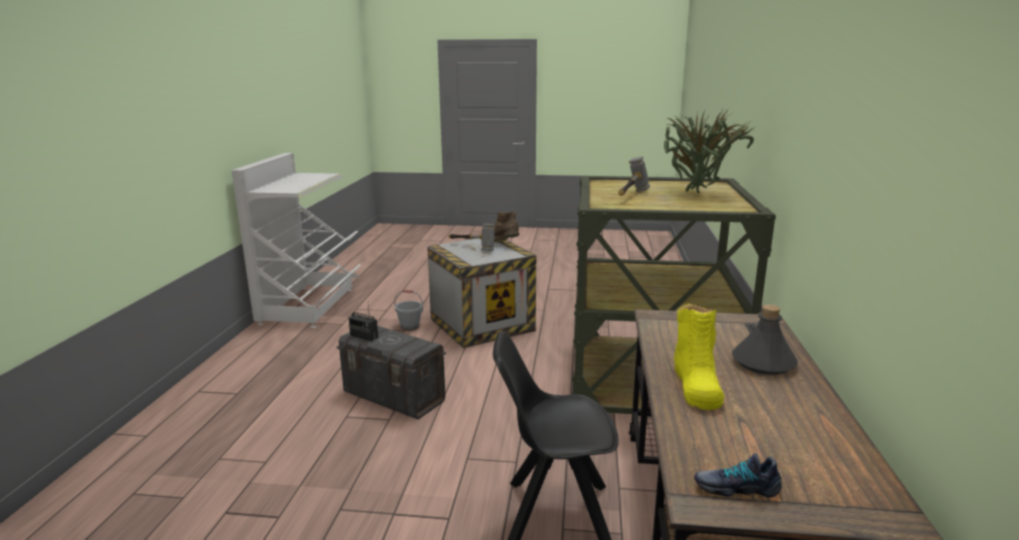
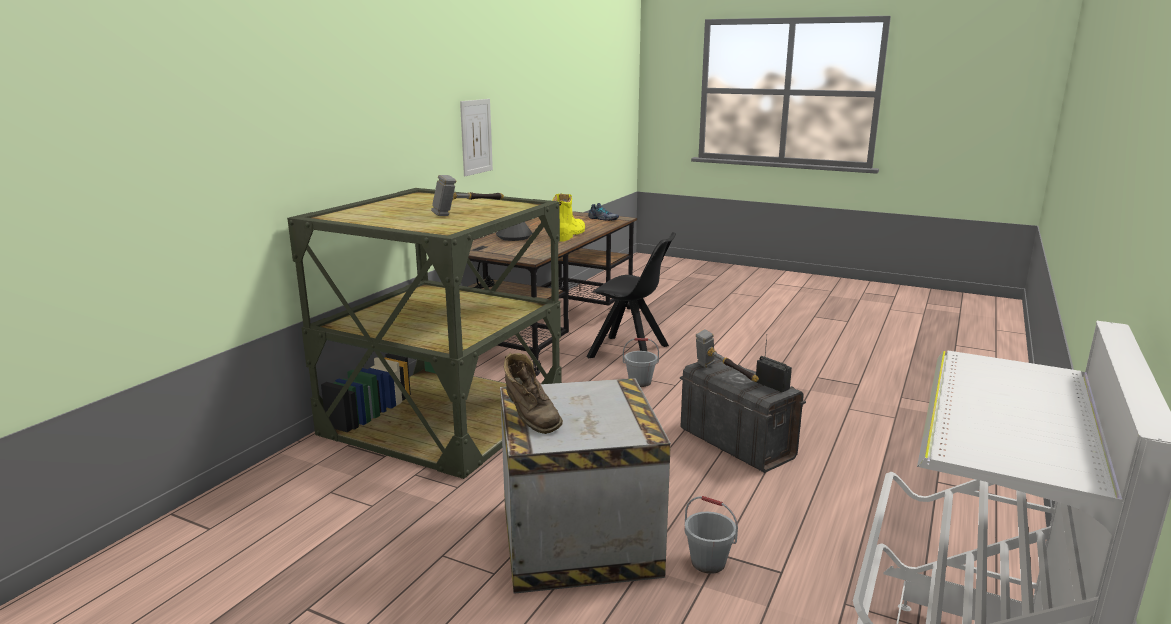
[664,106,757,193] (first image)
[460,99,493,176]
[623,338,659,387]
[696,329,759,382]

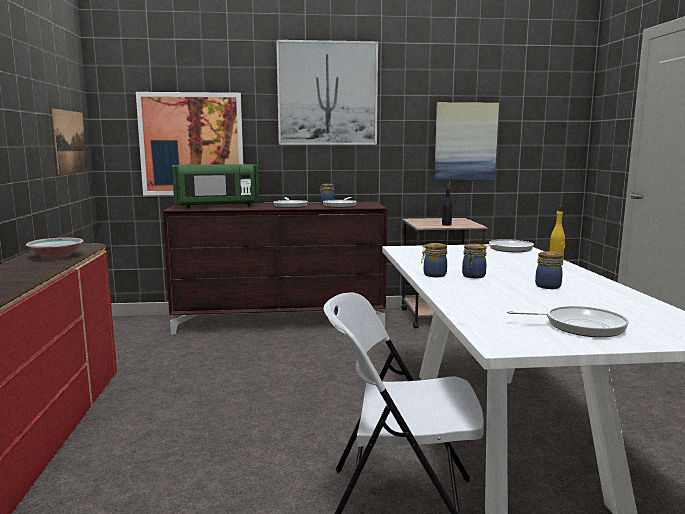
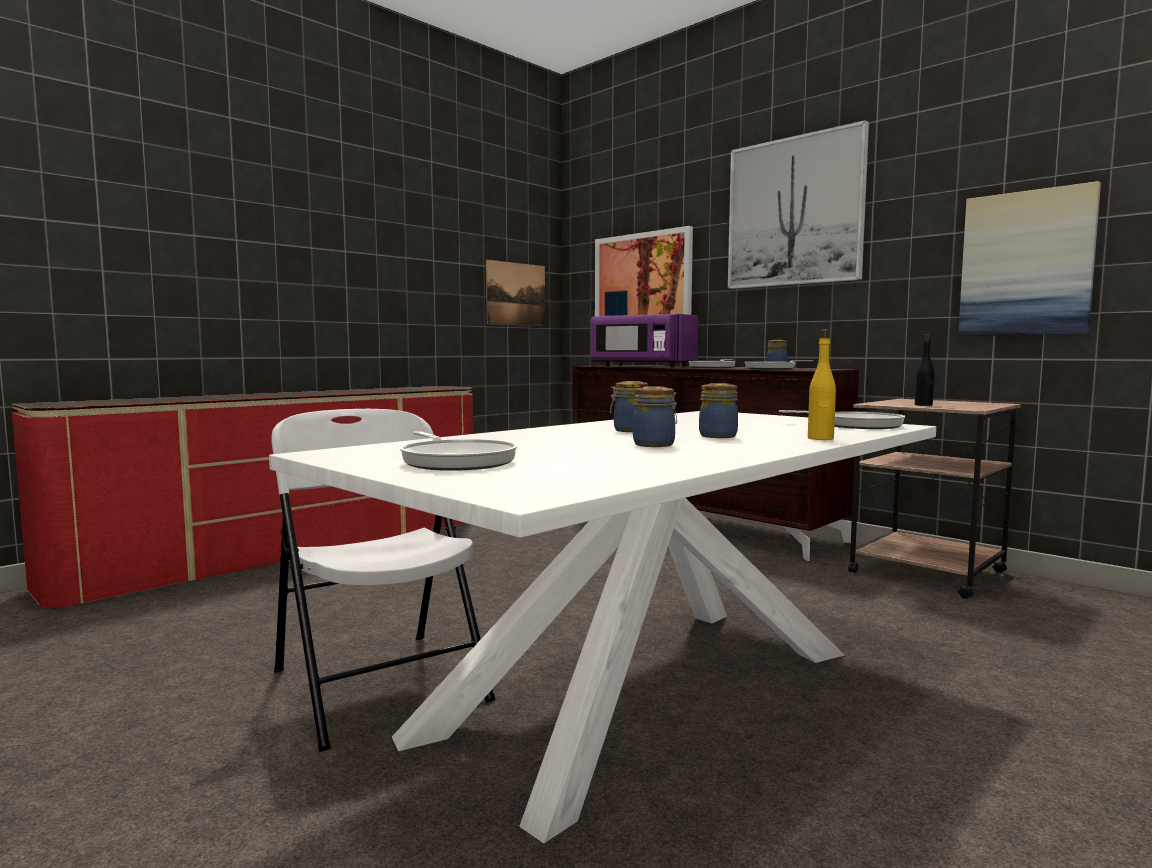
[26,238,83,259] (first image)
[699,383,738,438]
[591,314,698,367]

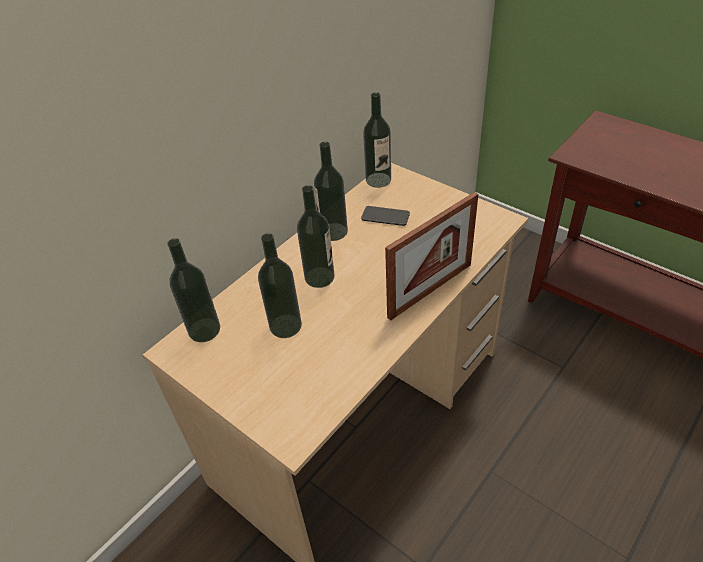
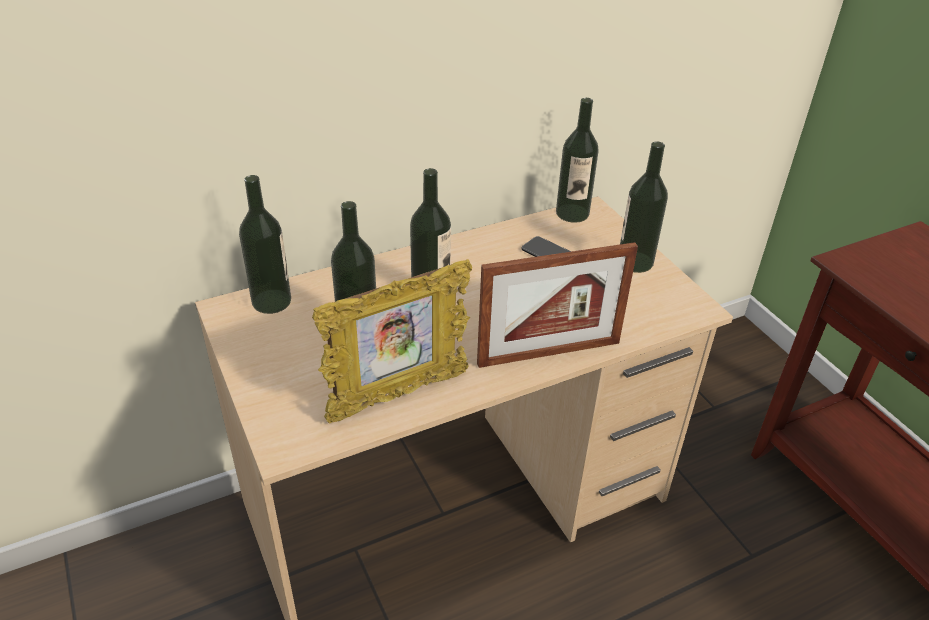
[312,259,472,424]
[620,141,668,273]

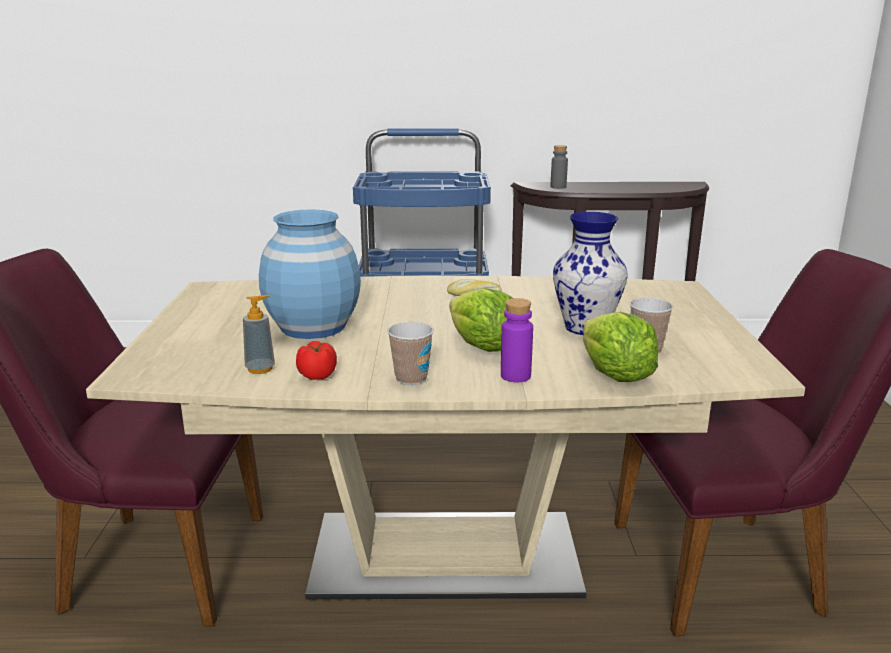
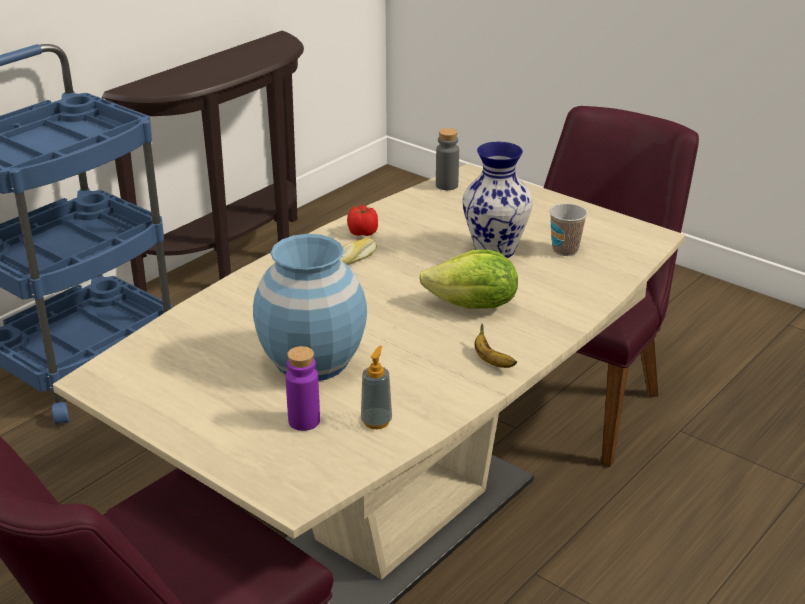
[583,312,658,382] (first image)
[347,205,378,236]
[286,346,320,431]
[436,128,459,190]
[474,324,517,368]

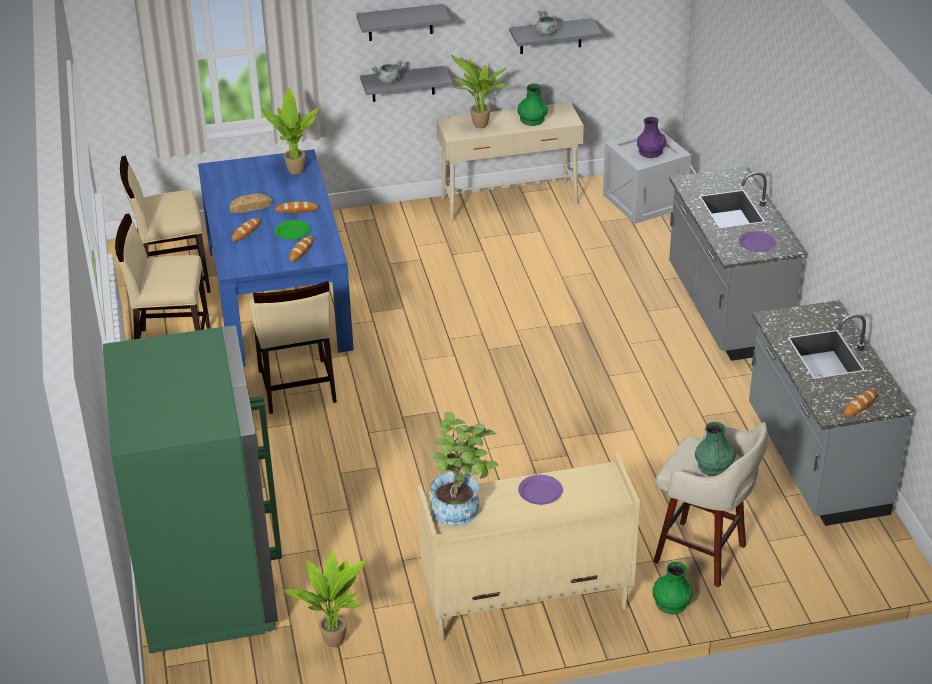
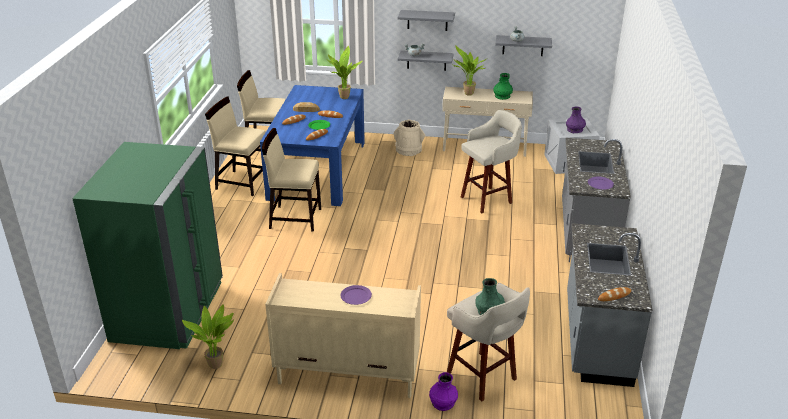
[429,412,498,526] (first image)
[394,119,426,156]
[461,110,522,214]
[429,372,458,411]
[262,128,321,232]

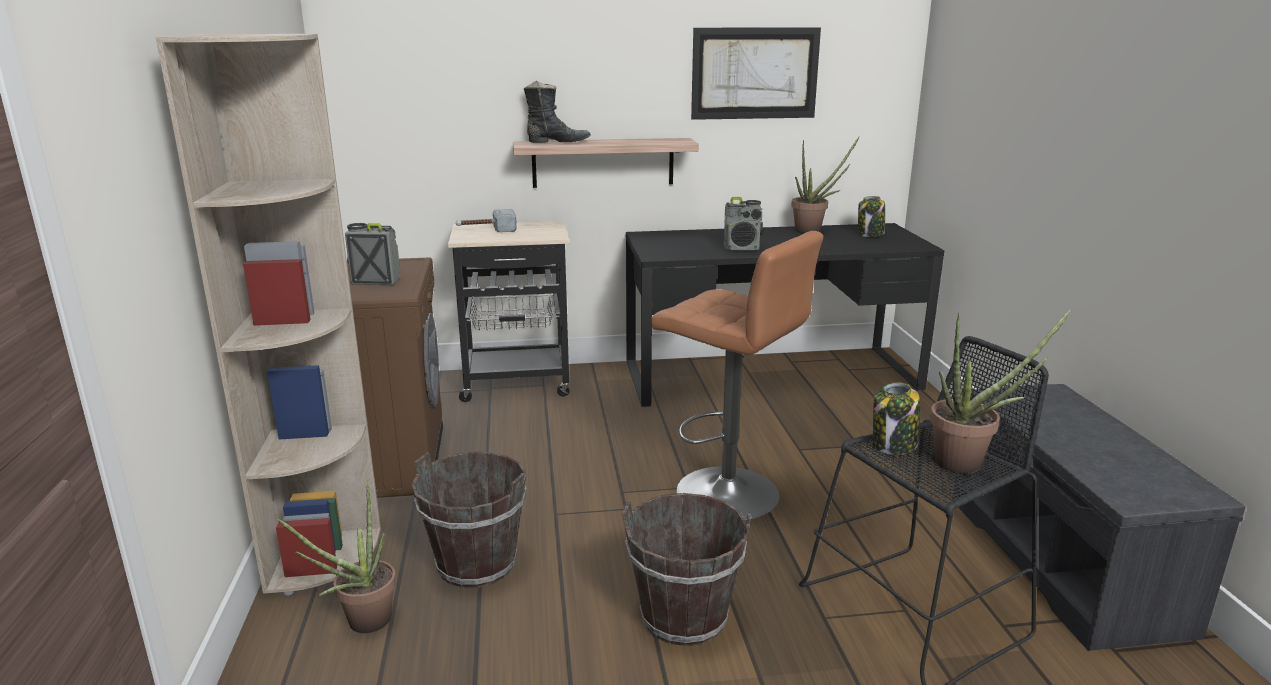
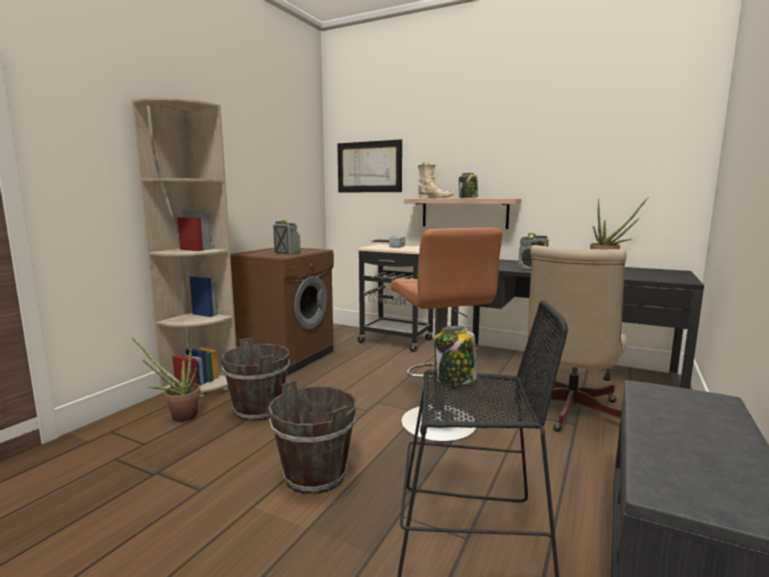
[930,310,1071,474] (first image)
[514,245,627,432]
[337,139,402,193]
[459,173,478,198]
[418,162,453,198]

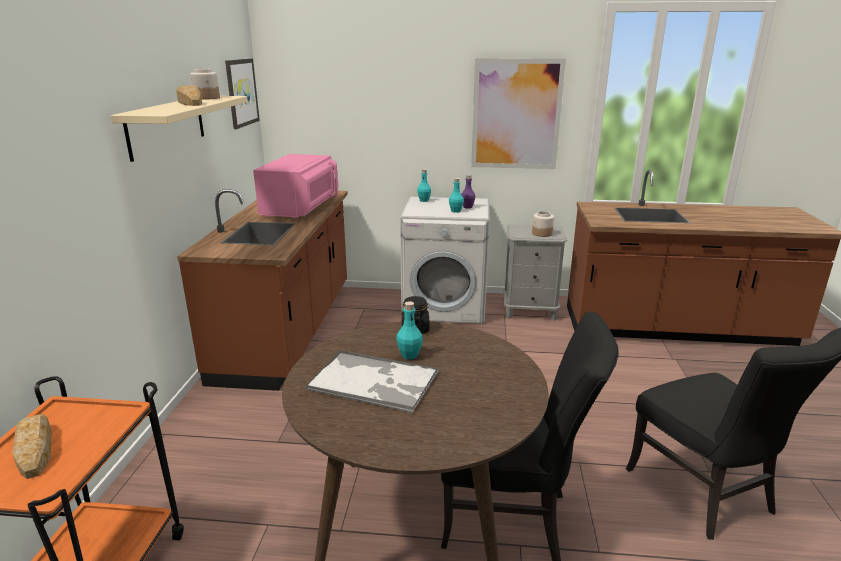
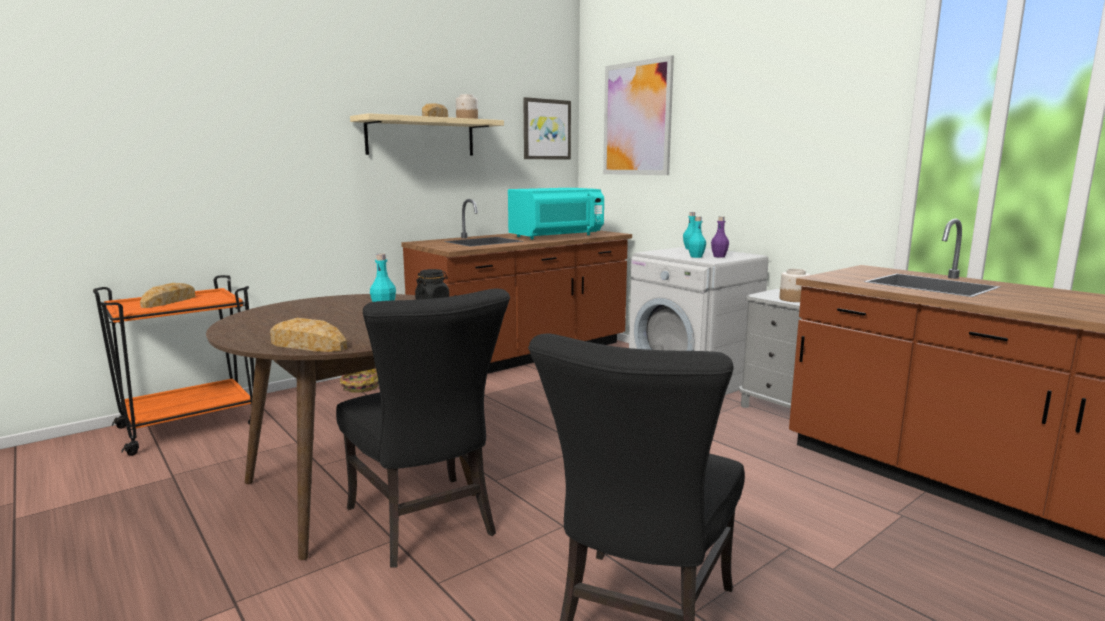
[306,350,439,413] (first image)
[270,318,347,352]
[340,368,379,392]
[603,55,674,175]
[508,188,604,240]

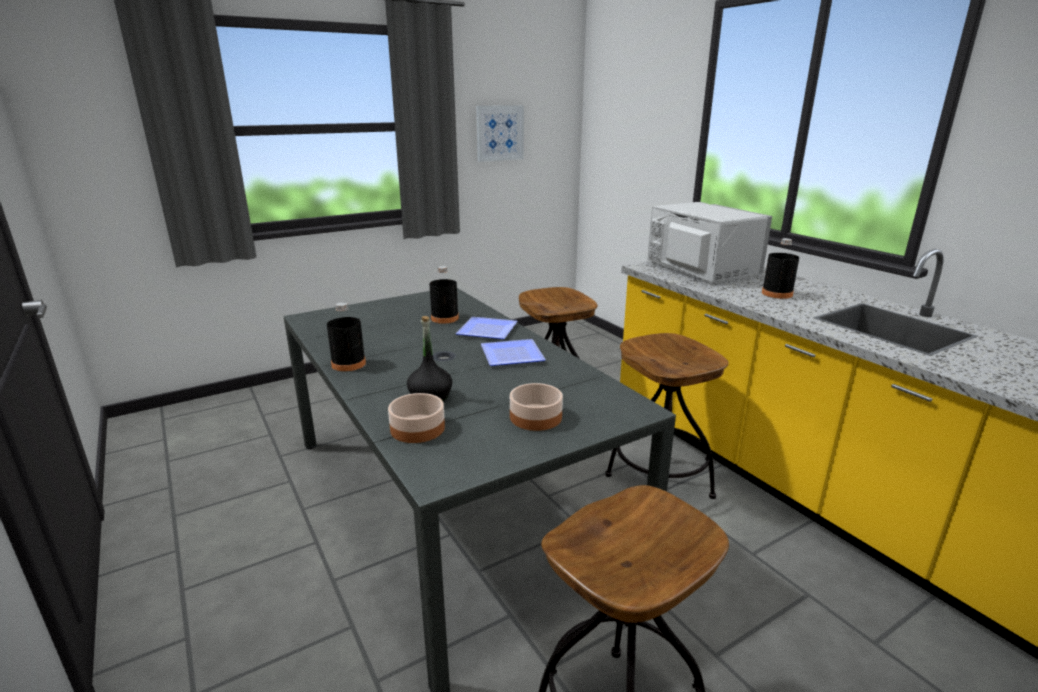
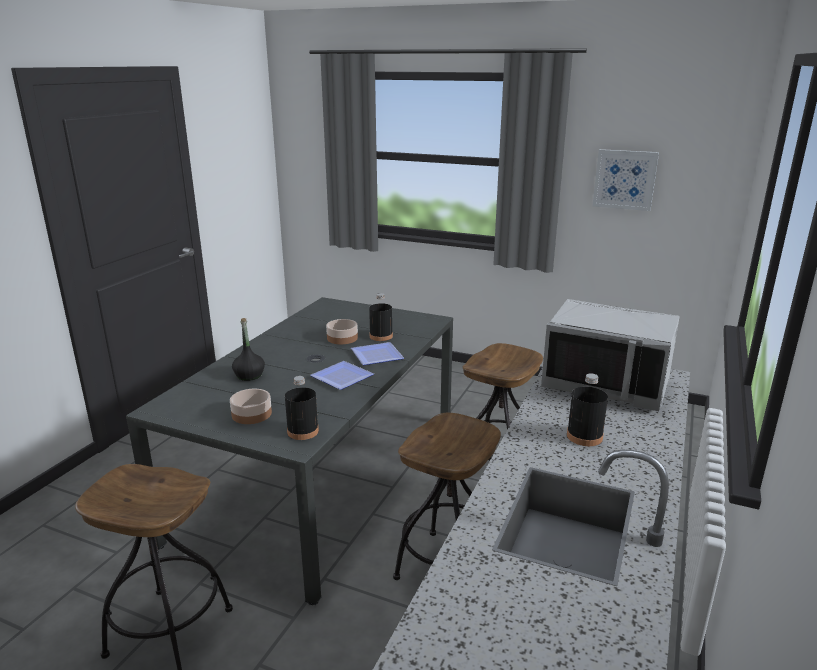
[285,376,319,440]
[326,319,358,344]
[541,299,680,411]

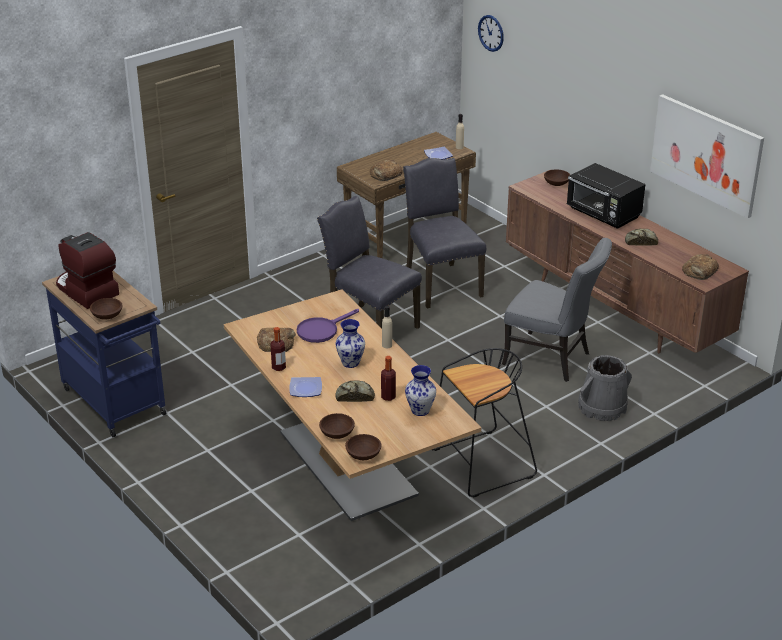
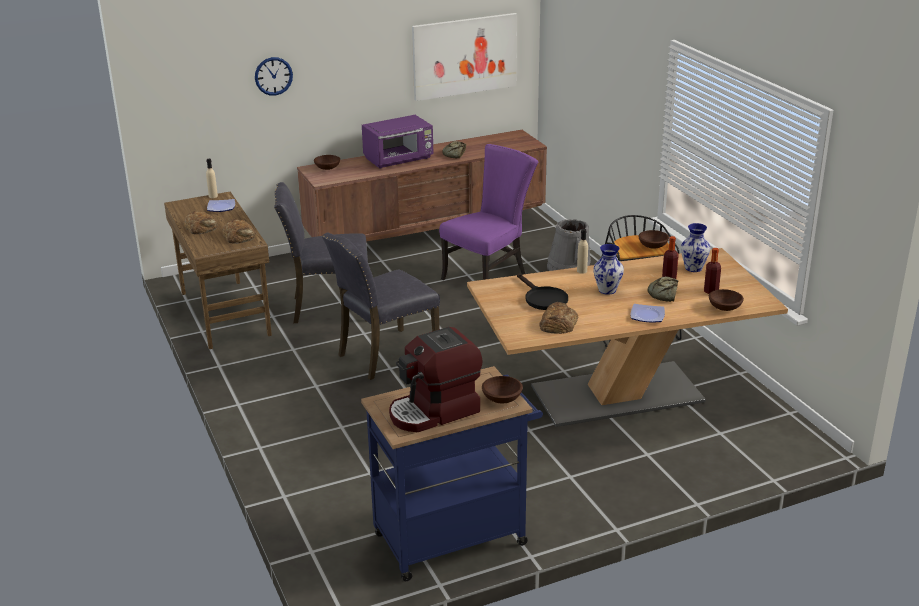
[704,248,721,294]
[638,230,669,249]
[255,57,293,96]
[183,211,218,234]
[517,273,568,310]
[439,144,538,280]
[362,115,433,169]

